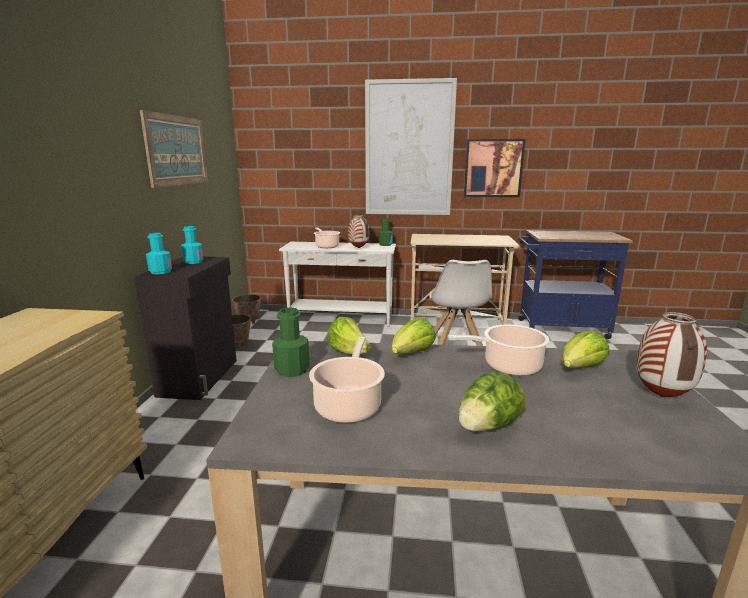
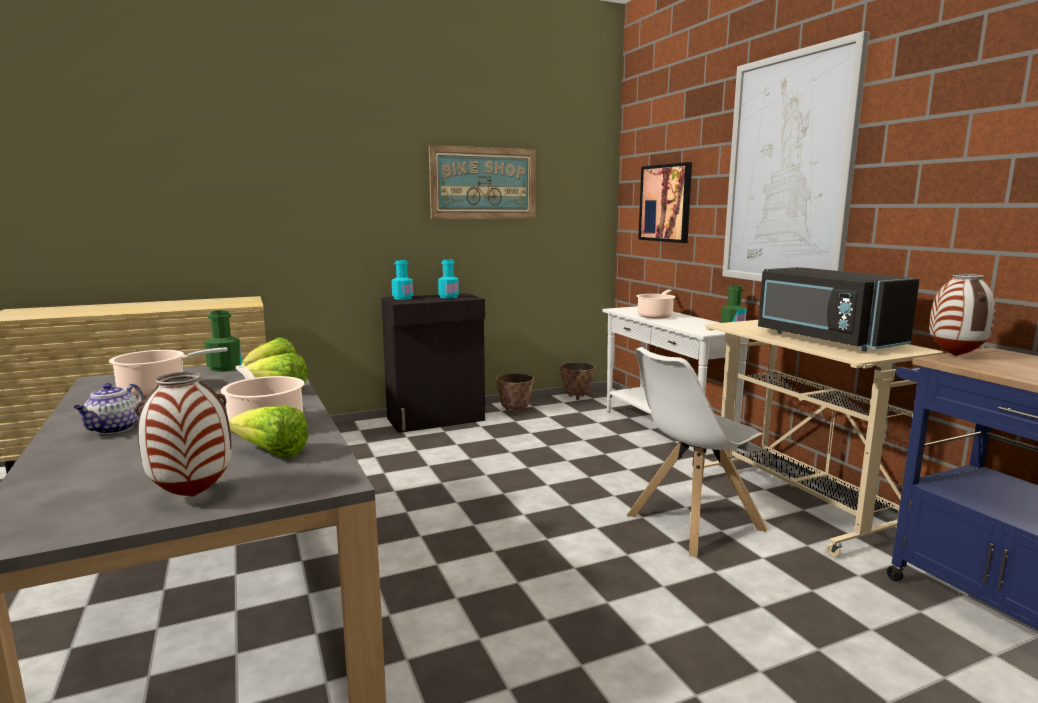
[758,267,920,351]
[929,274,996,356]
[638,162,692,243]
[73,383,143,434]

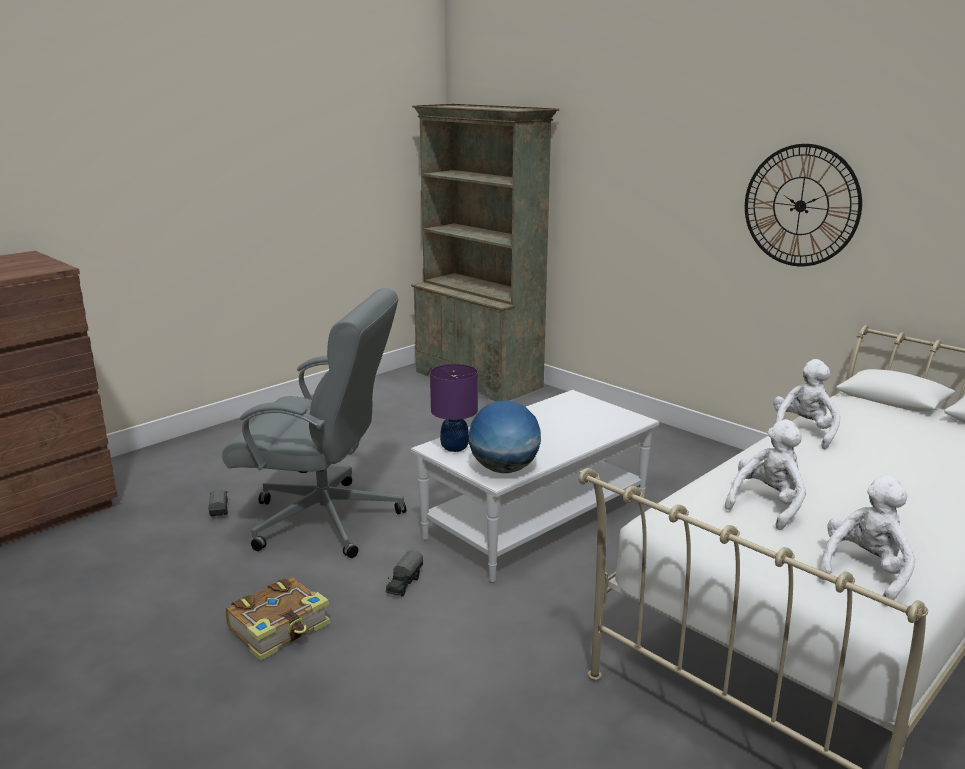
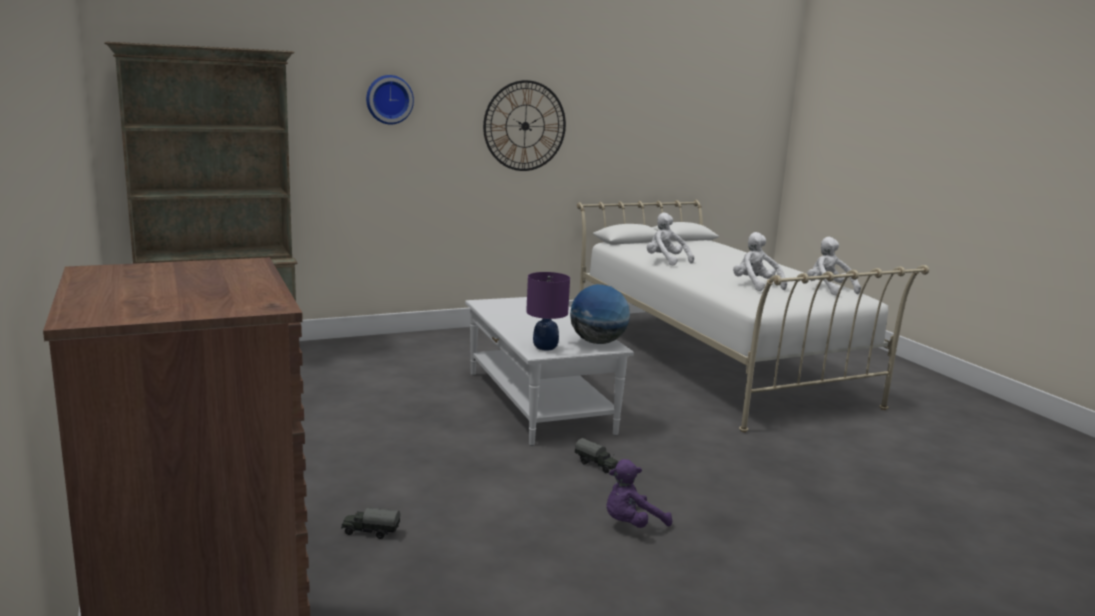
[222,288,406,558] (first image)
[366,75,414,125]
[607,459,672,528]

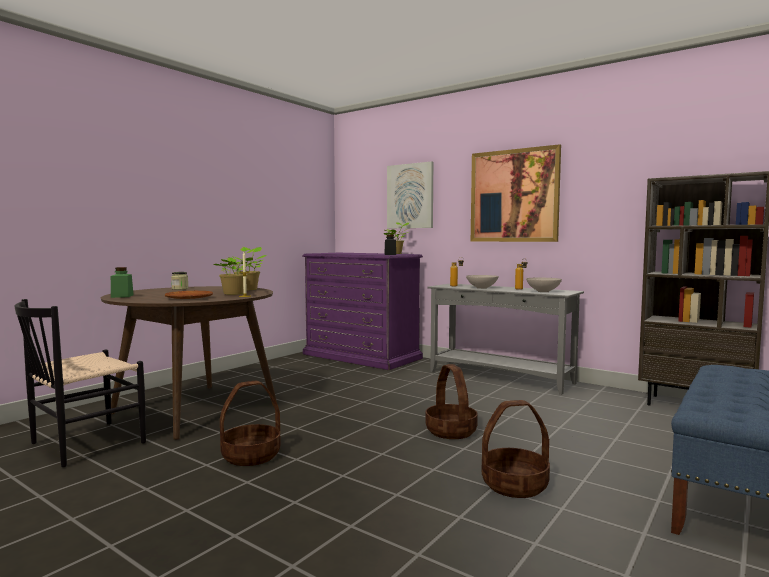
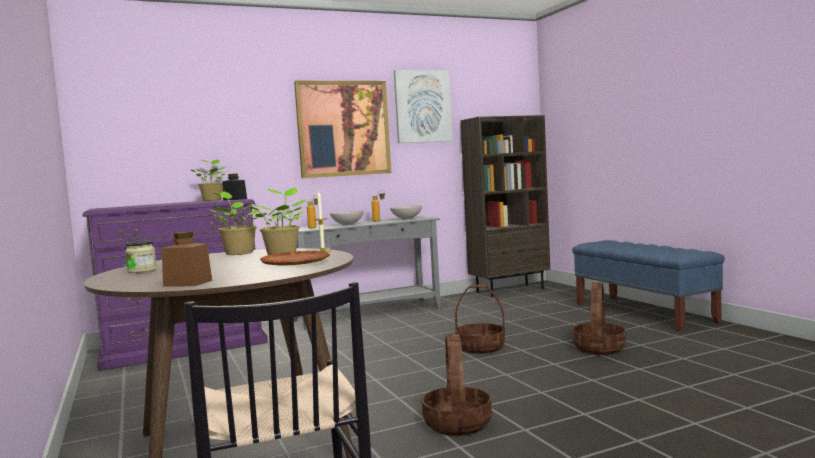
[394,70,453,143]
[162,231,212,286]

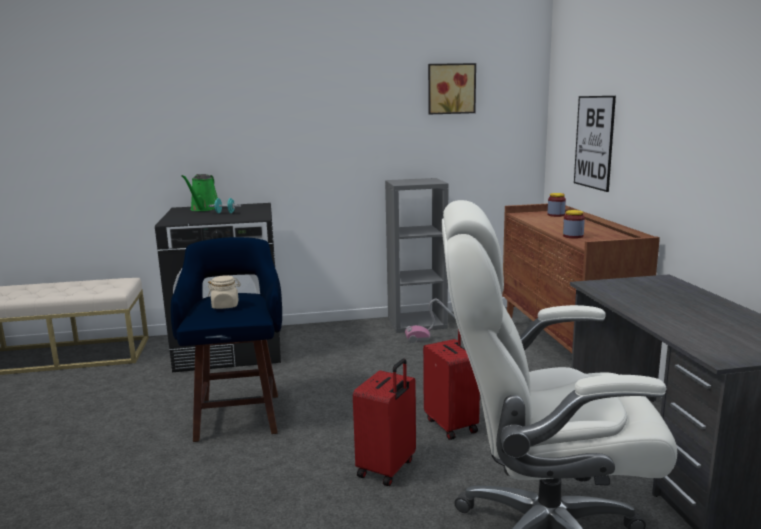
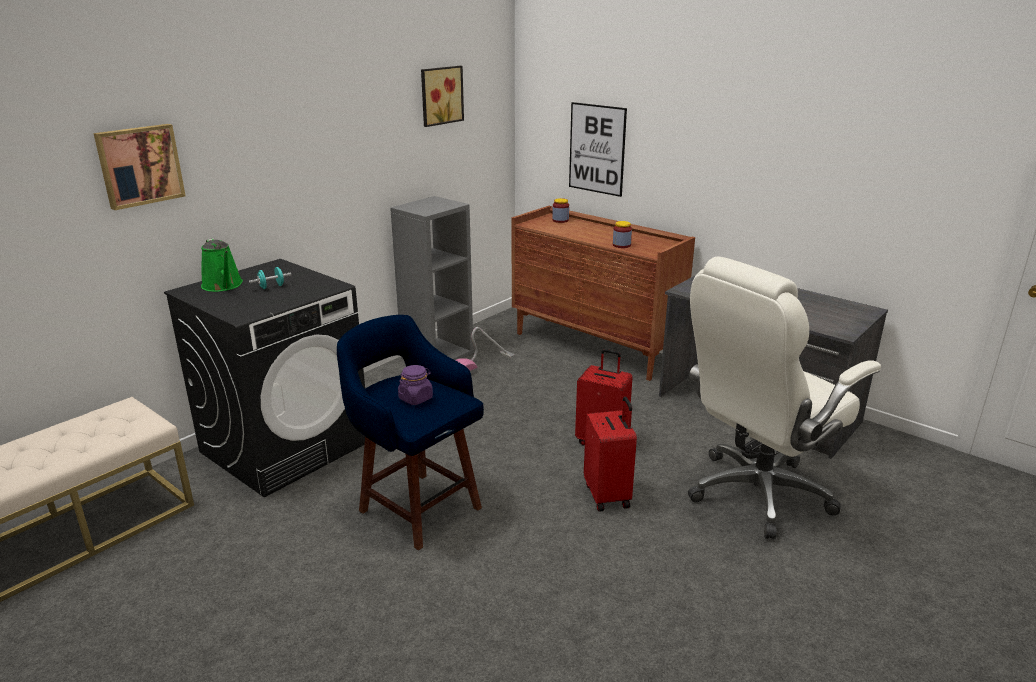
[93,124,186,210]
[398,365,433,405]

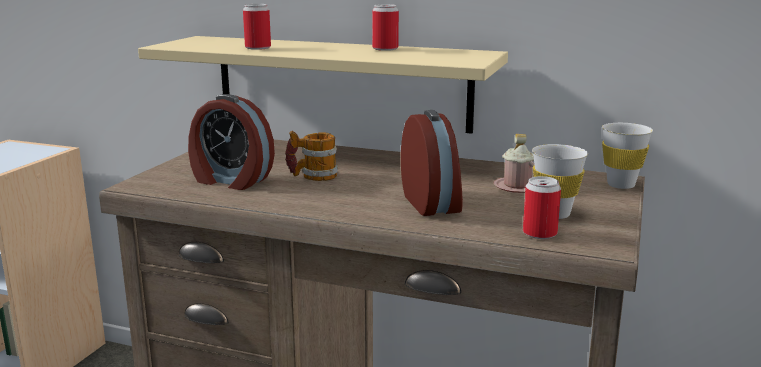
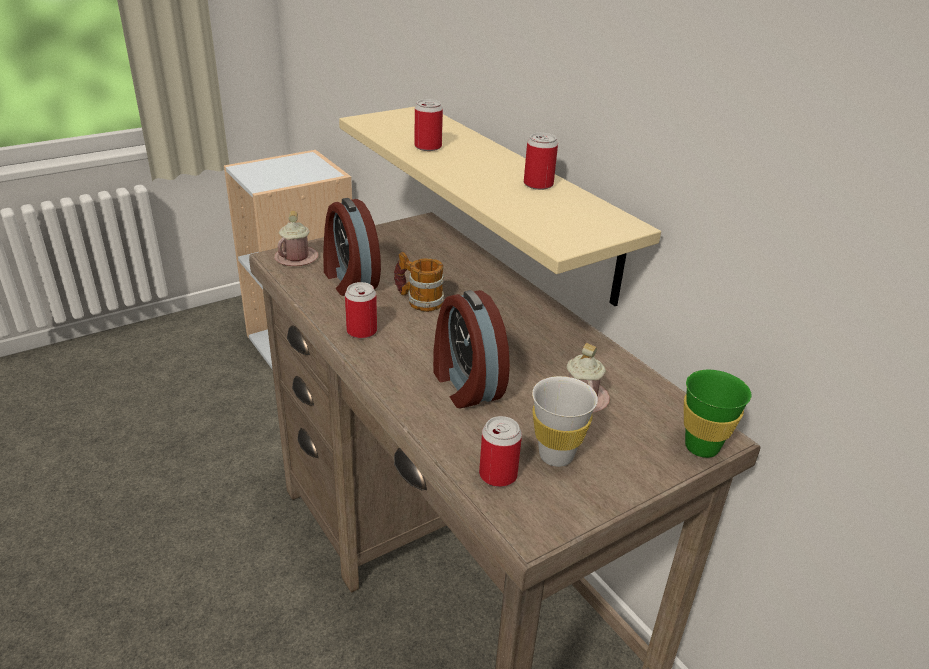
[274,211,318,266]
[345,282,377,339]
[684,370,751,458]
[433,290,510,408]

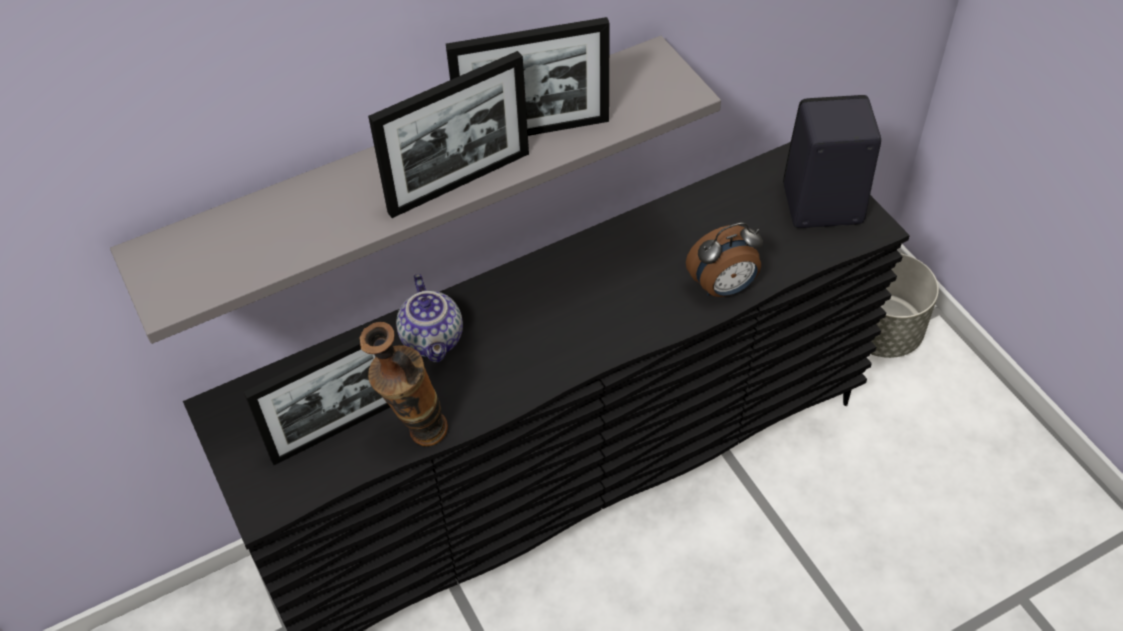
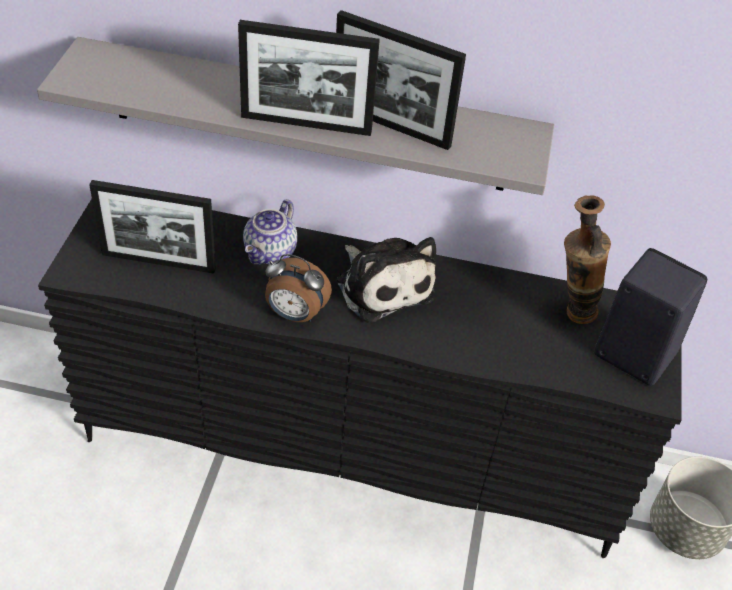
[336,237,436,323]
[564,195,611,324]
[265,254,332,322]

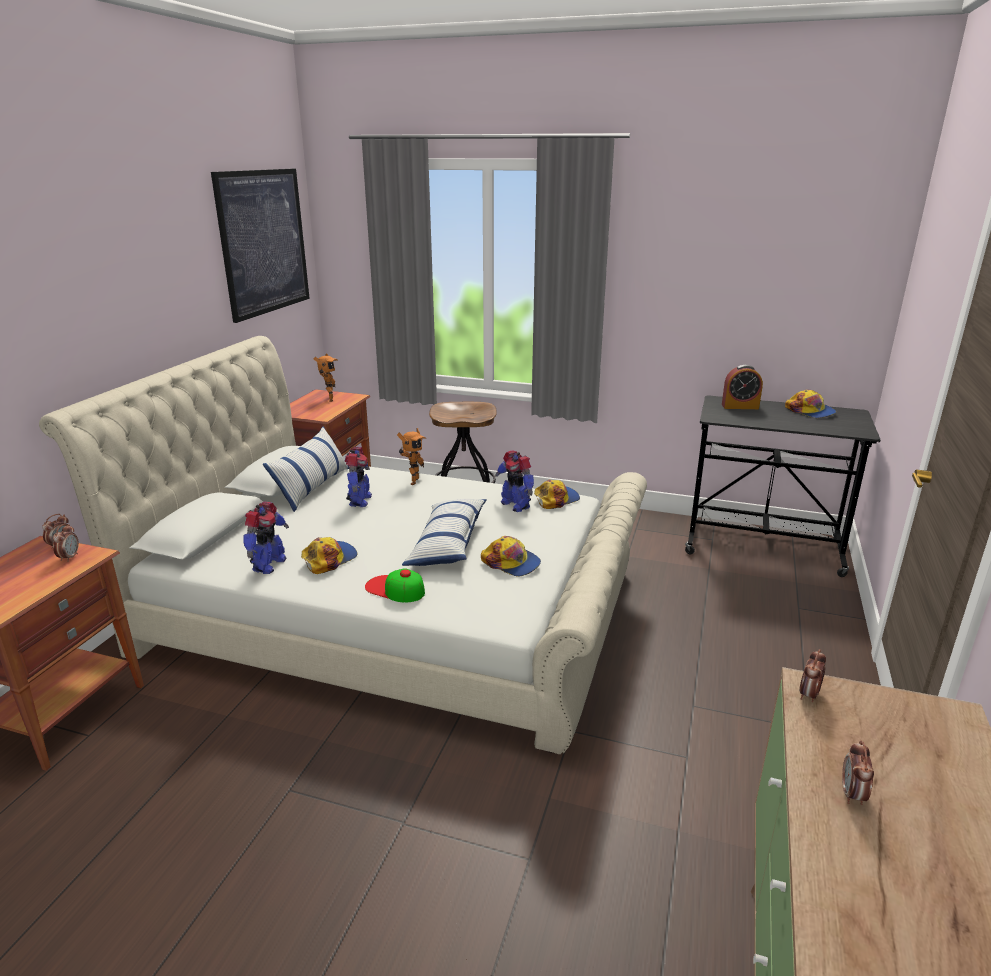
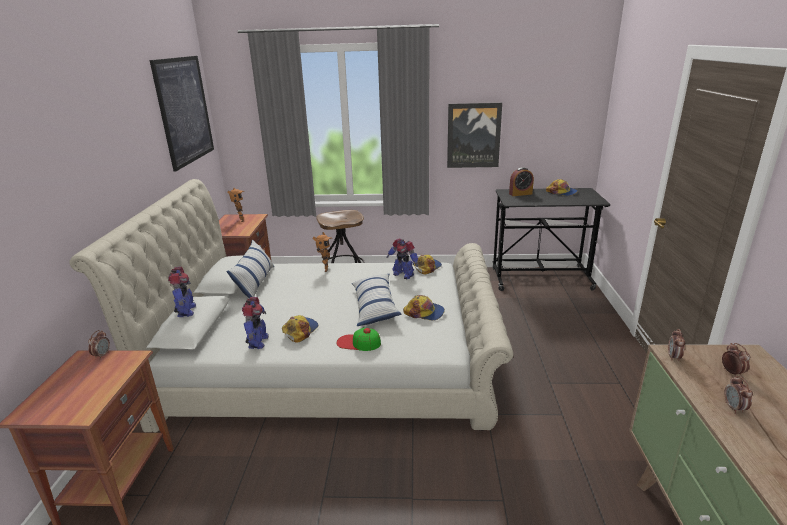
[447,103,502,168]
[722,343,750,377]
[168,267,196,317]

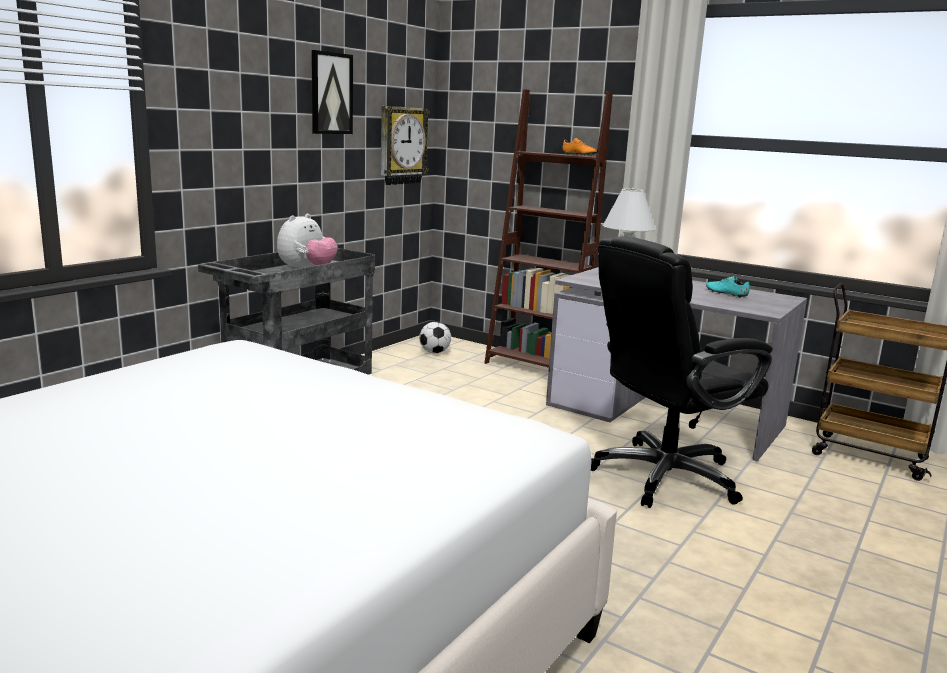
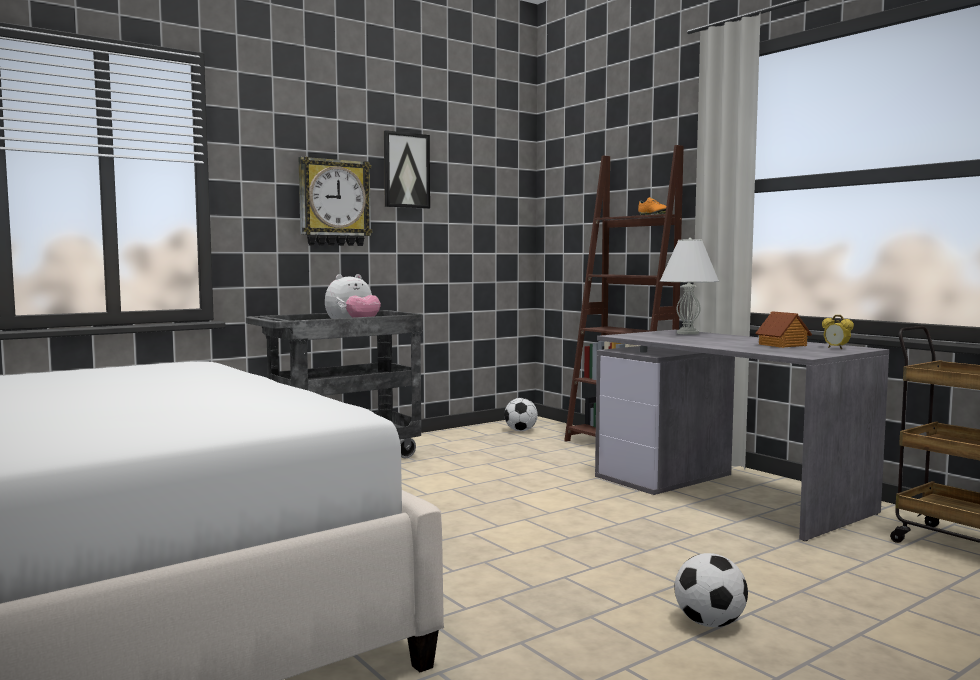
[591,236,773,508] (first image)
[674,553,748,627]
[822,315,854,349]
[299,157,372,246]
[755,311,812,348]

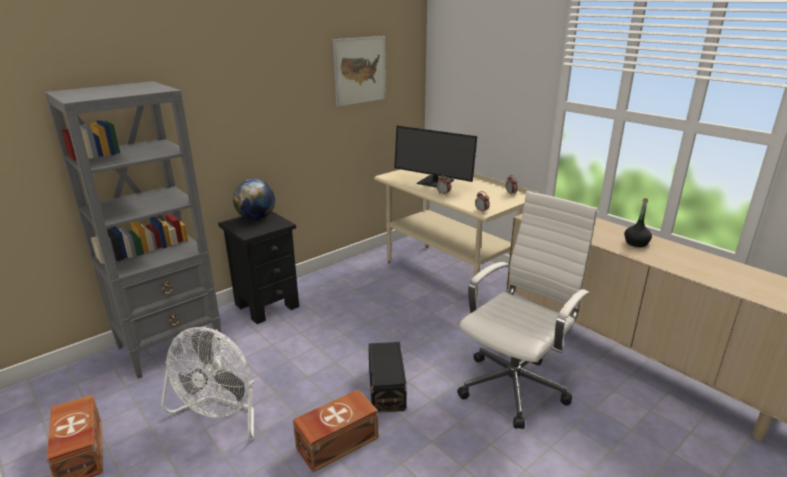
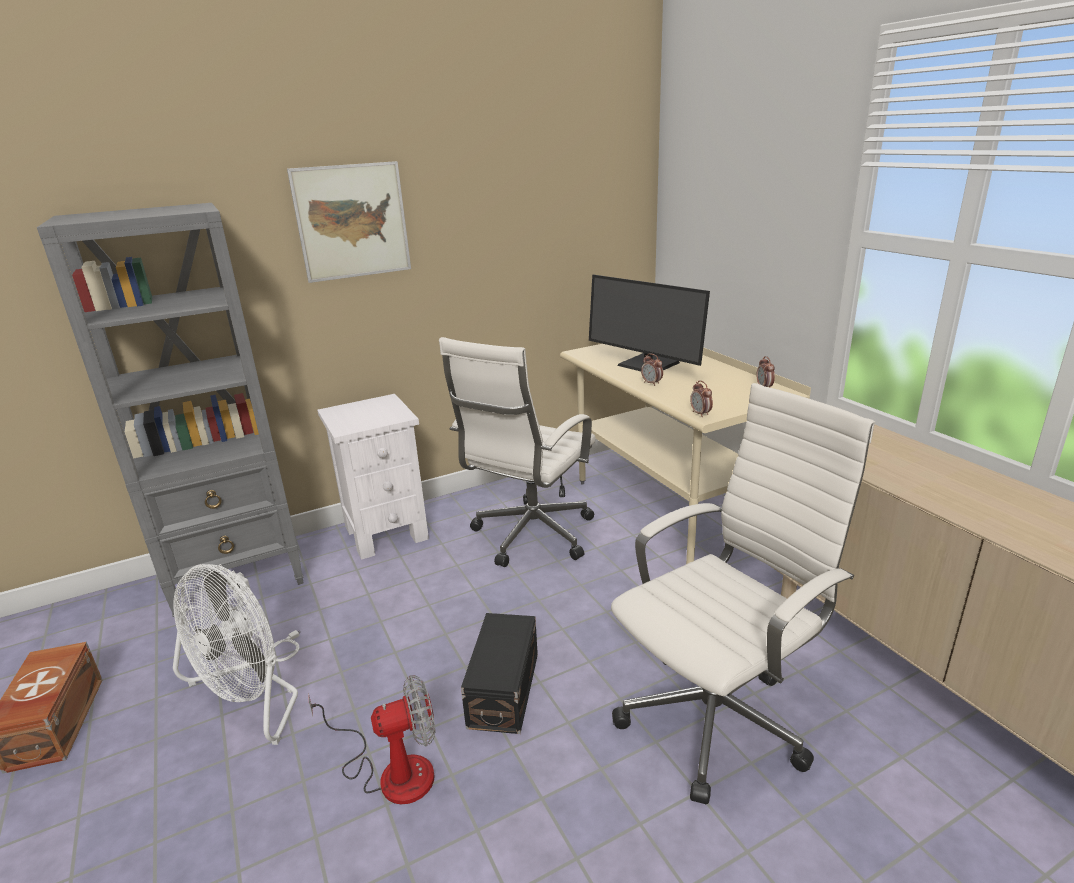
[233,179,275,220] (first image)
[624,198,652,247] (first image)
[439,337,596,567]
[287,161,411,283]
[308,675,435,804]
[317,394,429,560]

